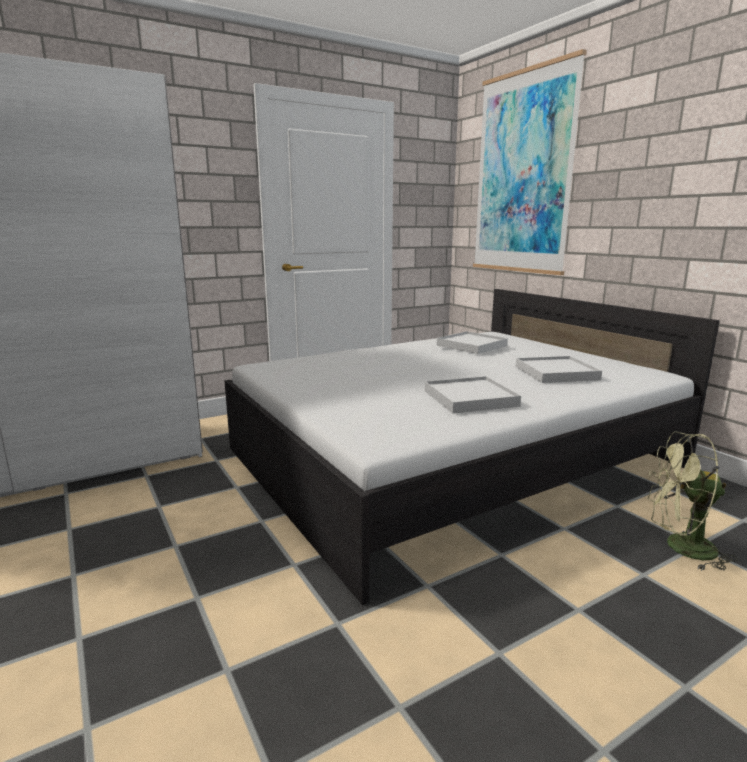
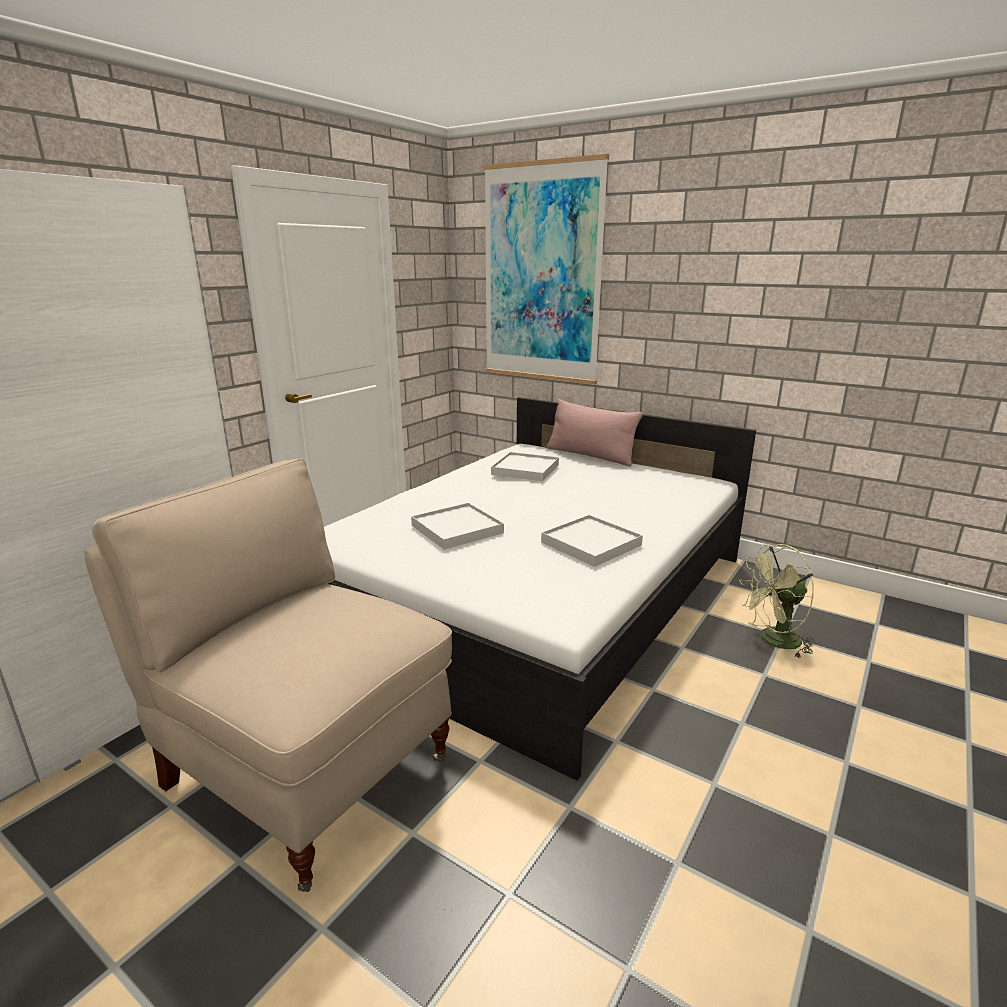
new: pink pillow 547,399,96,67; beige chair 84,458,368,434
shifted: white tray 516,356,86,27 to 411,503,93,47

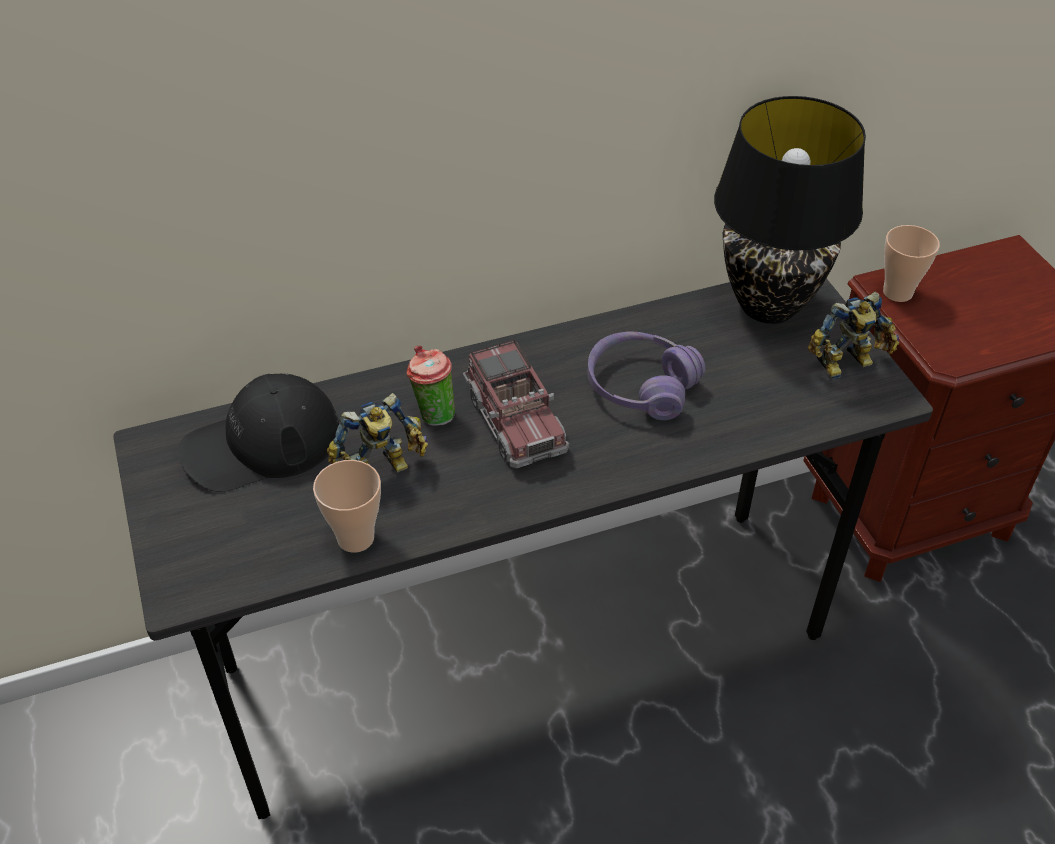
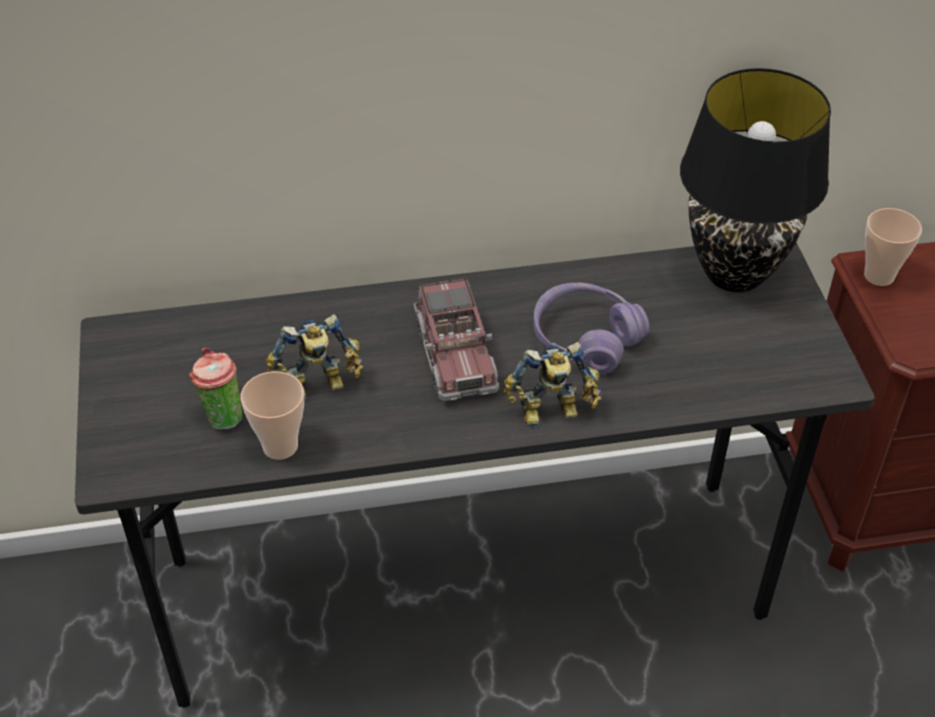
gone: black cap 178,374,161,118
shifted: toy robot 808,292,91,87 to 503,342,98,85; cup 407,345,48,81 to 189,348,53,82

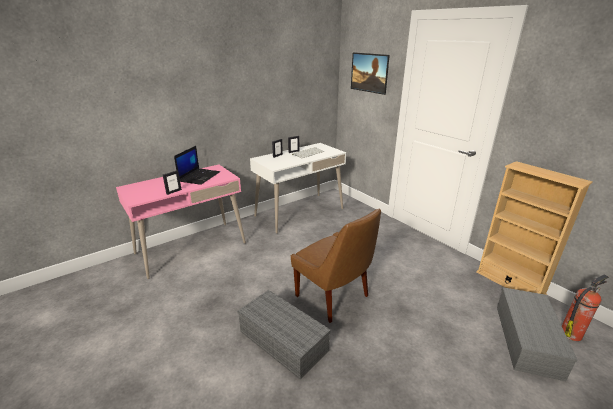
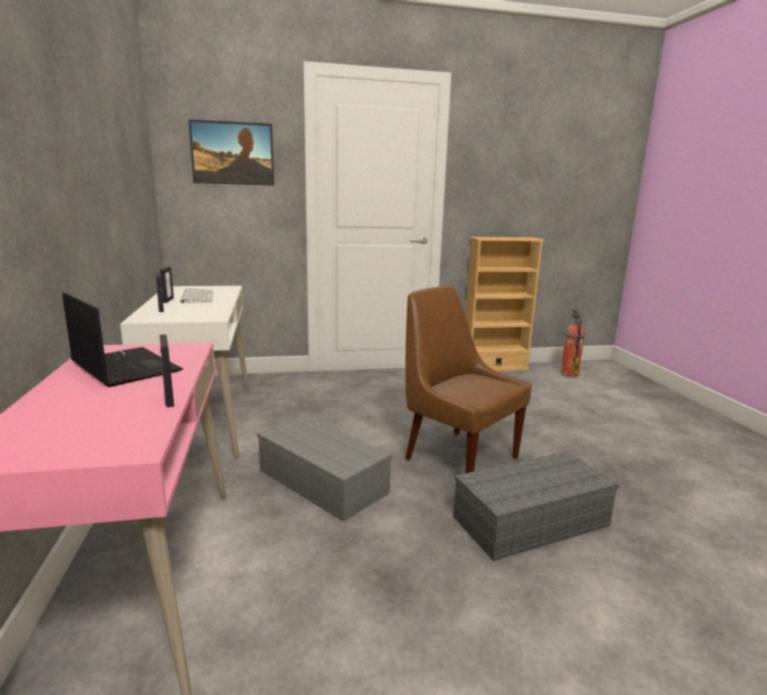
shifted: grey storage box 497,287,81,94 to 257,415,135,107
rotated: brown chair 291,208,90,115 = 405,286,127,187 120 degrees counterclockwise

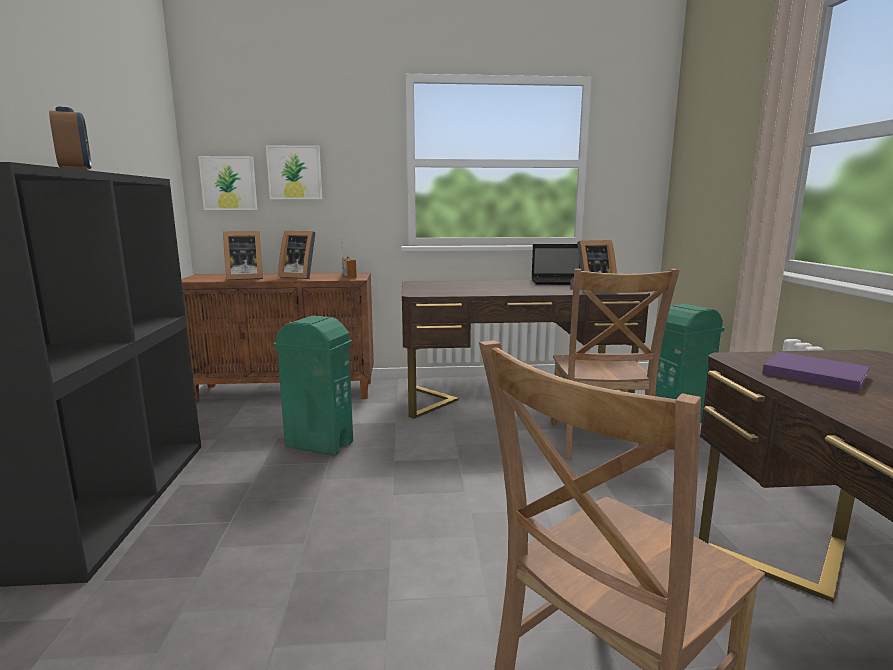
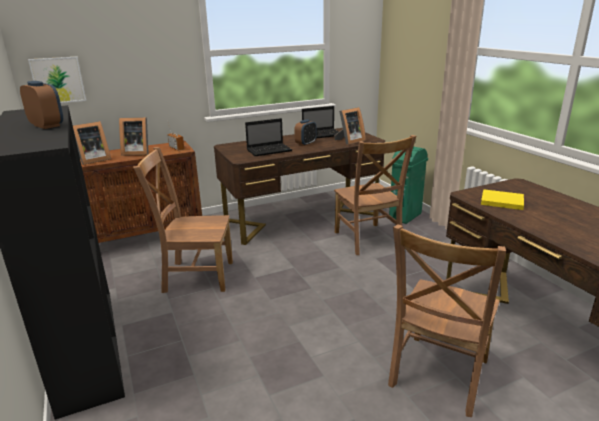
gone: picture 266,145,56,54
new: laptop 245,118,47,38; alarm clock 294,119,23,27
swapped: green trash can 273,316,80,140 to brown chair 133,147,100,146
repainted: purple book 762,352,108,40 to yellow book 481,189,43,21

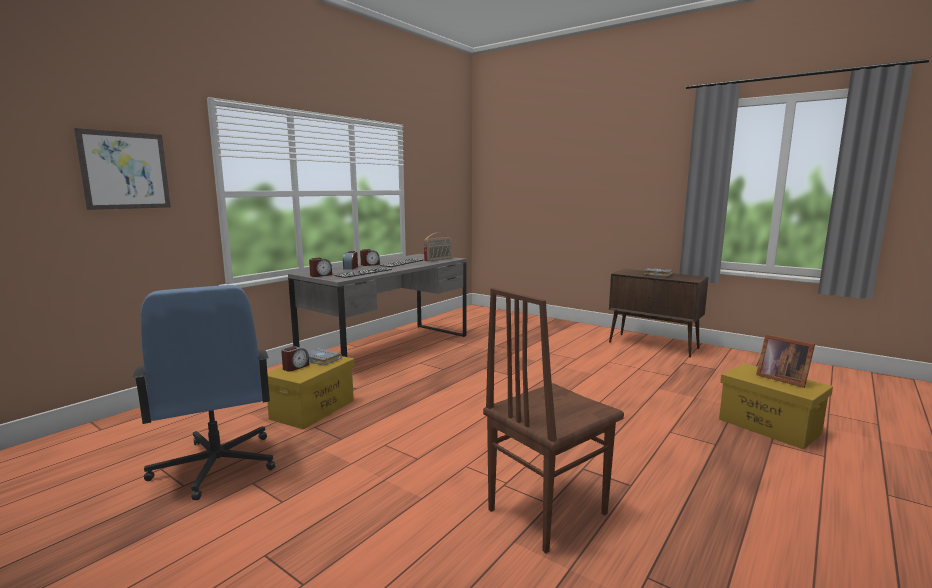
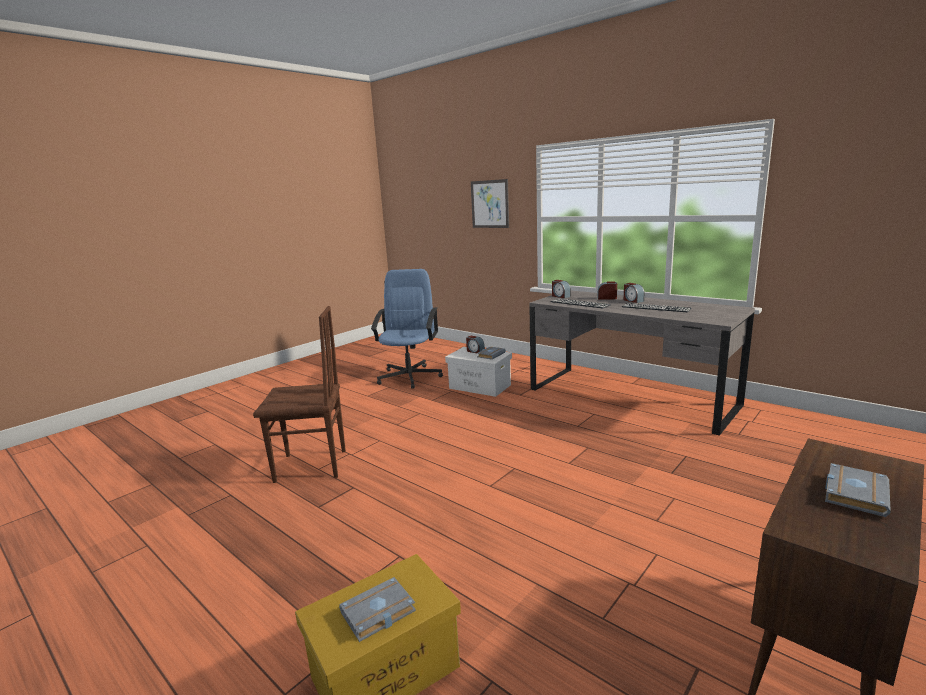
gone: radio 424,233,27,28
swapped: picture frame 756,334,59,54 to grey book 339,577,77,65
repainted: yellow storage box 267,356,88,73 to white storage box 445,347,67,50
rotated: blue office chair 133,285,142,215 = 371,269,72,120 120 degrees clockwise; brown chair 483,288,141,265 = 253,306,93,177 120 degrees clockwise

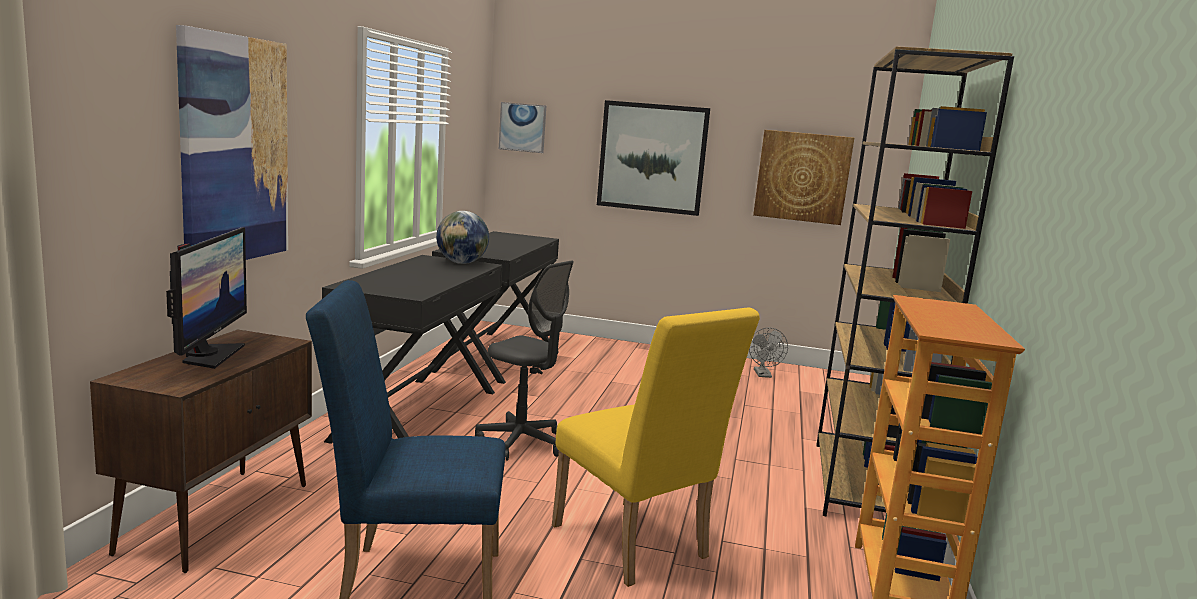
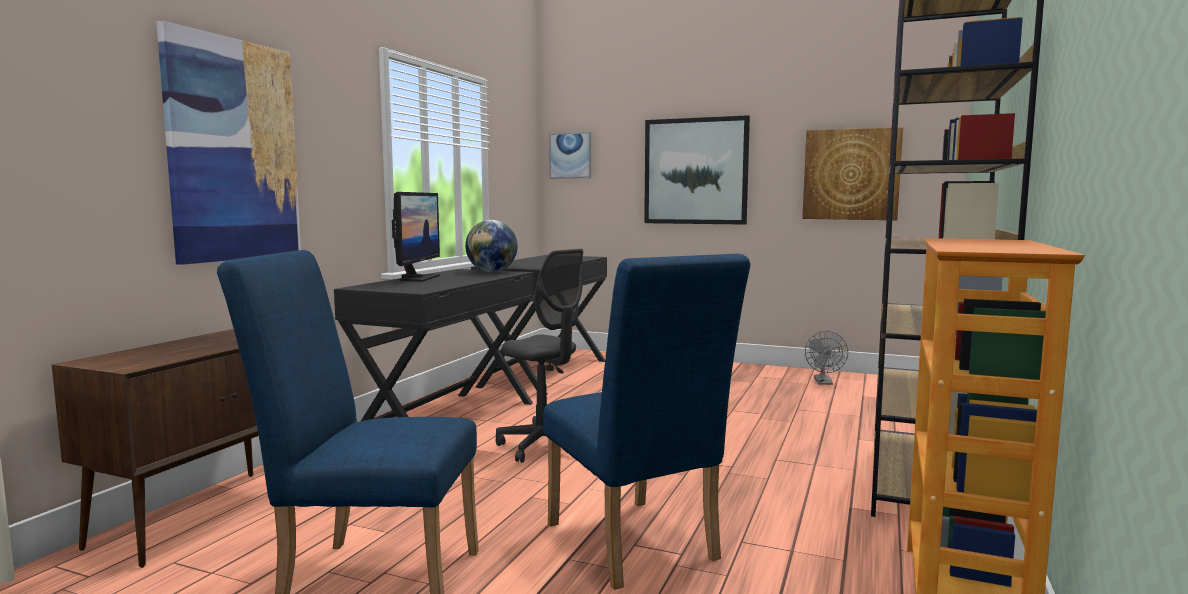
shifted: monitor 166,227,81,142 to 392,192,48,90
repainted: yellow chair 552,307,208,280 to blue chair 543,254,207,336

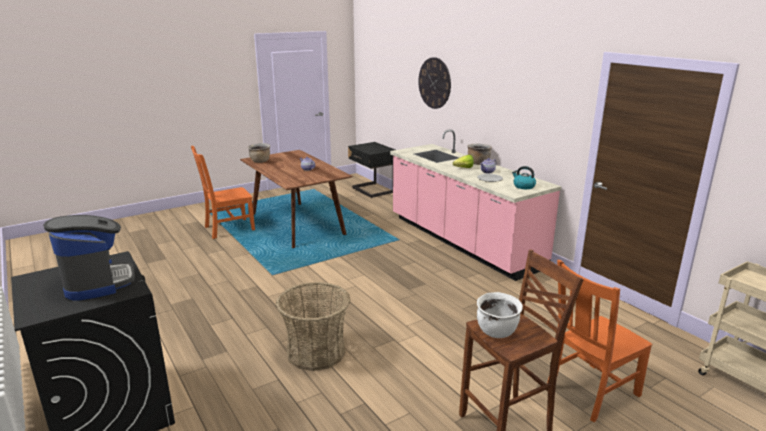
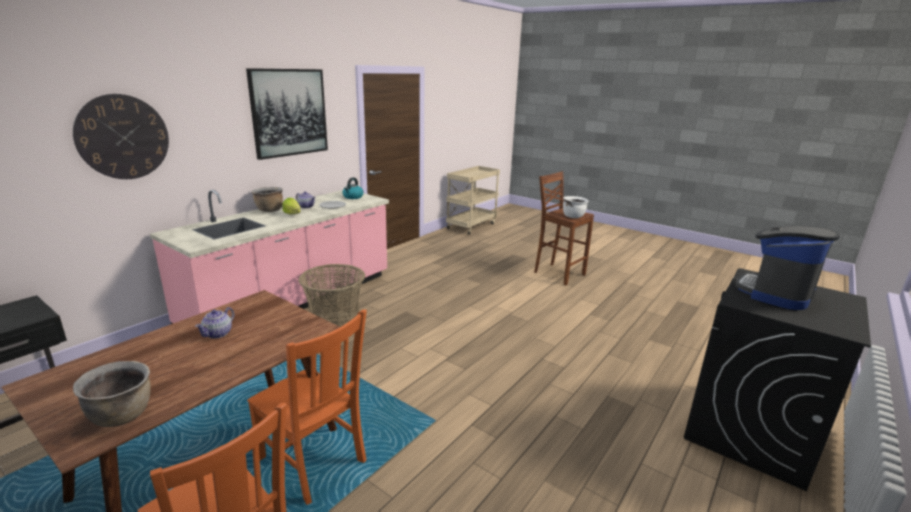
new: picture 246,68,82,92
shifted: orange chair 547,260,105,162 to 247,309,120,196; basket 276,282,75,89 to 298,264,67,63

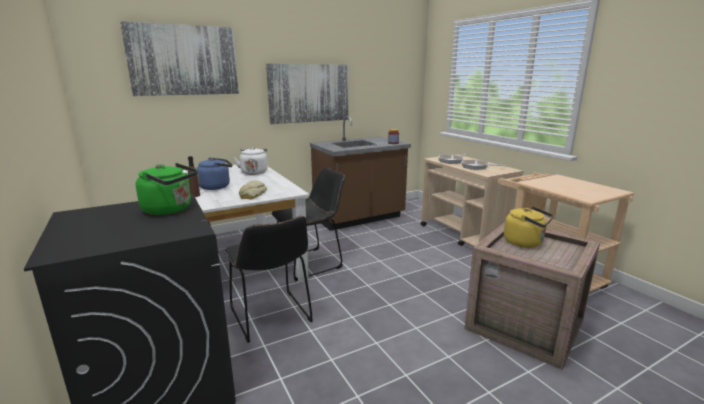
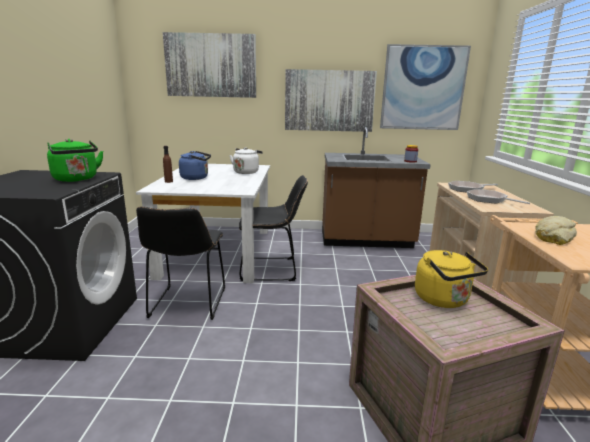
new: picture 380,44,91,86
shifted: bread 239,181,28,19 to 535,216,42,29

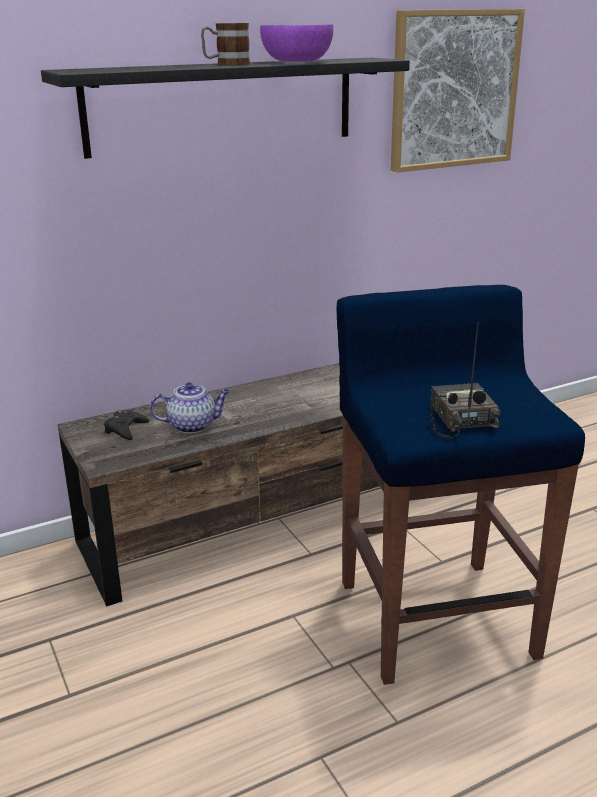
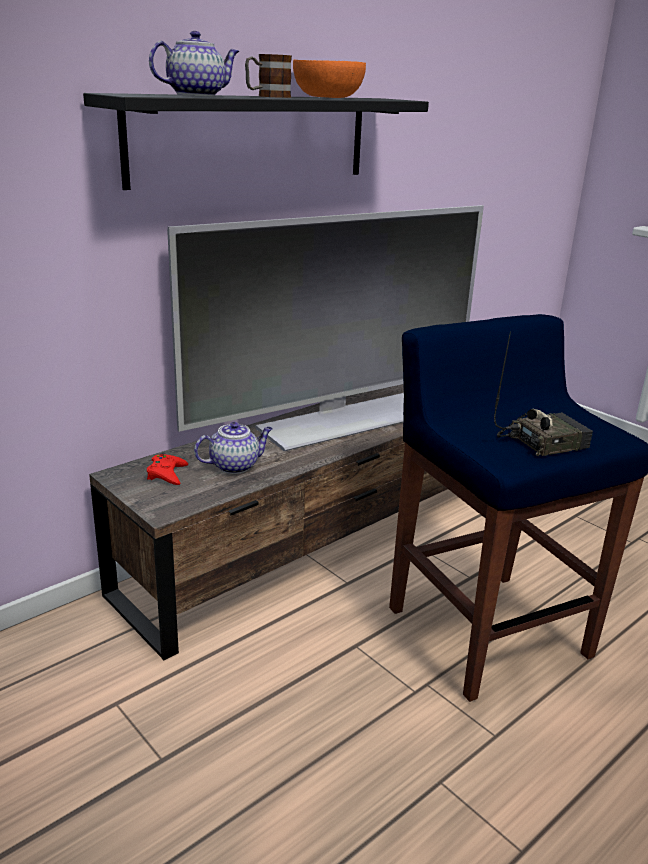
gone: picture 391,9,134,164
new: teapot 149,31,90,65; television 167,205,317,246
repainted: purple bowl 260,25,73,37 to orange bowl 293,60,73,38; black game controller 104,410,45,30 to red game controller 147,454,41,31
rotated: radio 430,322,71,116 = 494,331,99,125 90 degrees clockwise

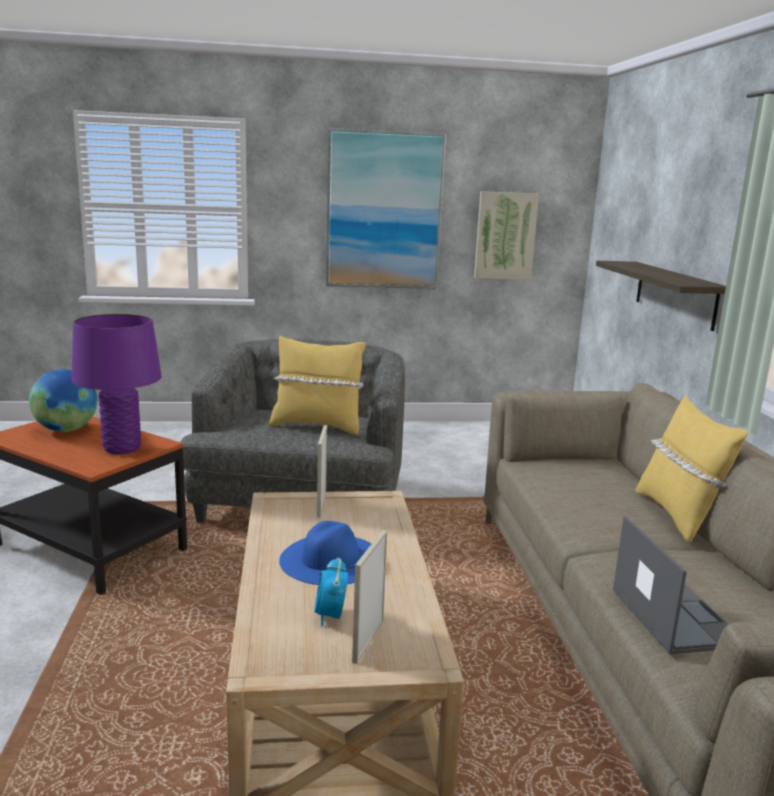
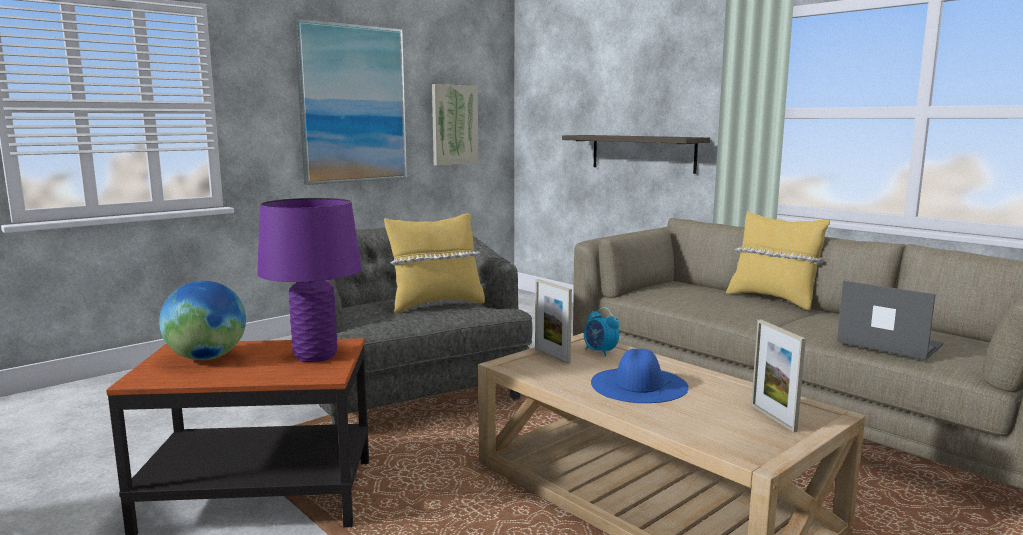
shifted: alarm clock 314,557,34,69 to 584,307,35,50

